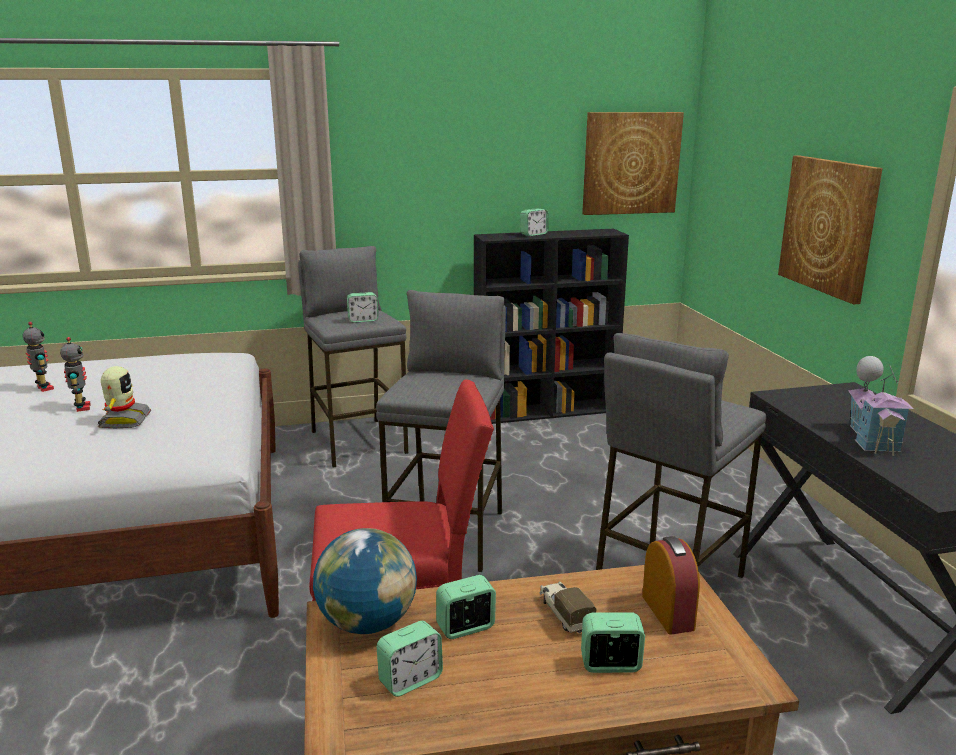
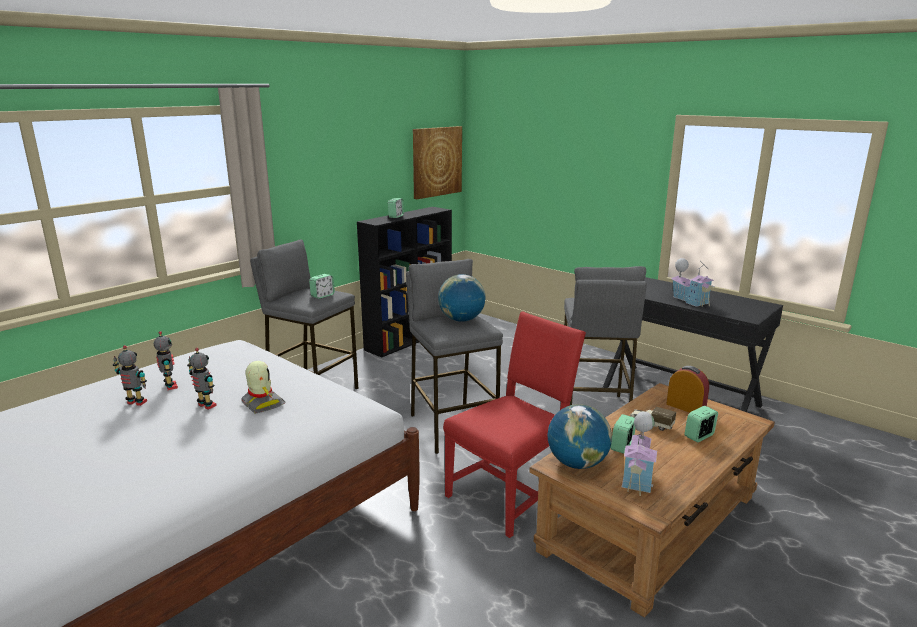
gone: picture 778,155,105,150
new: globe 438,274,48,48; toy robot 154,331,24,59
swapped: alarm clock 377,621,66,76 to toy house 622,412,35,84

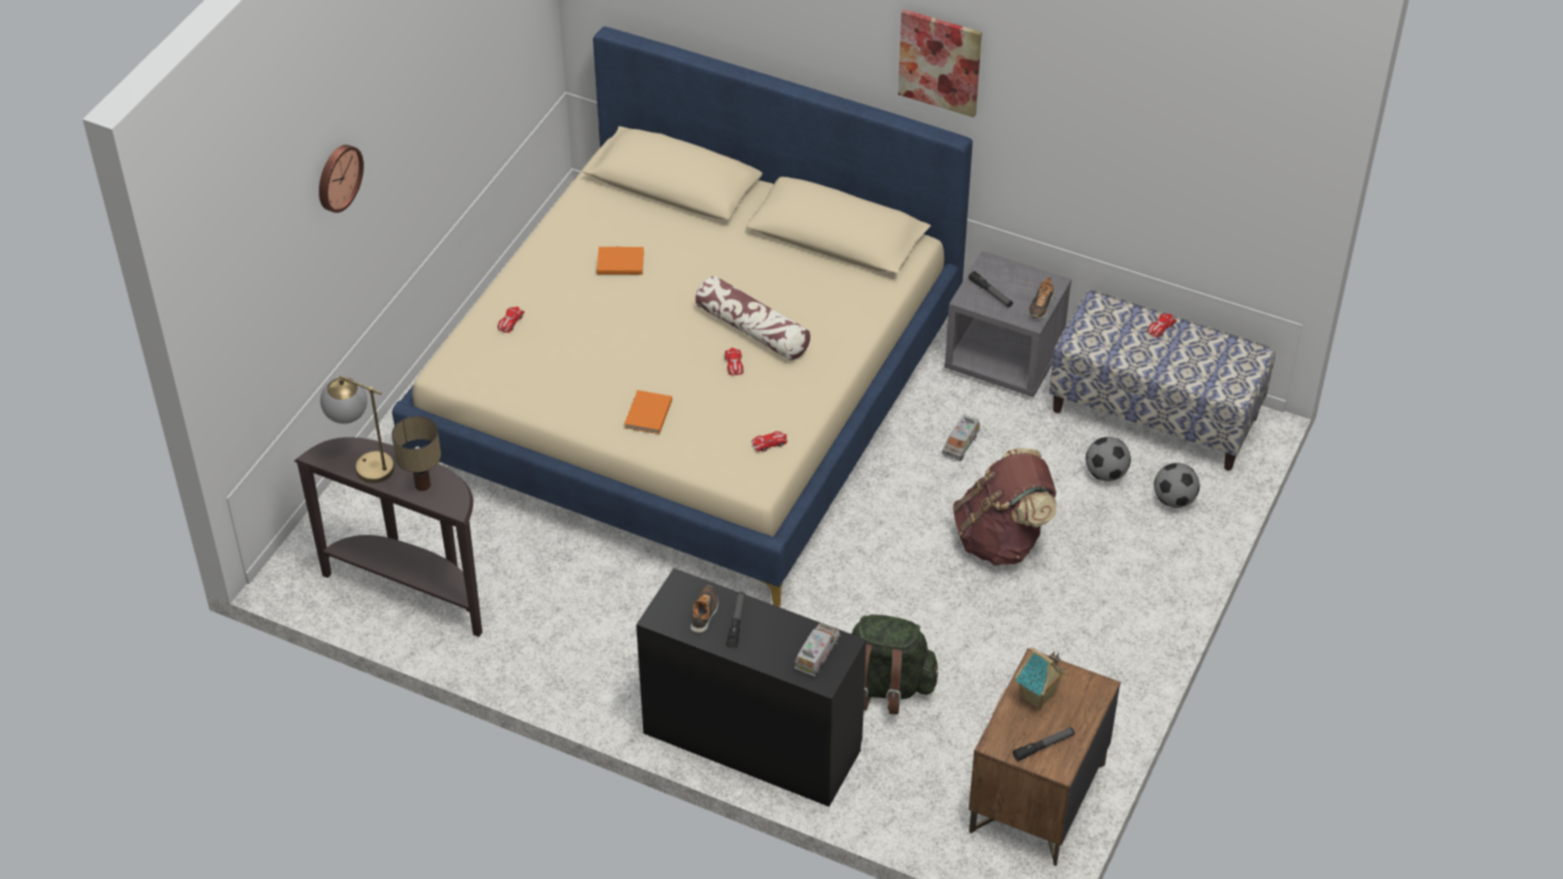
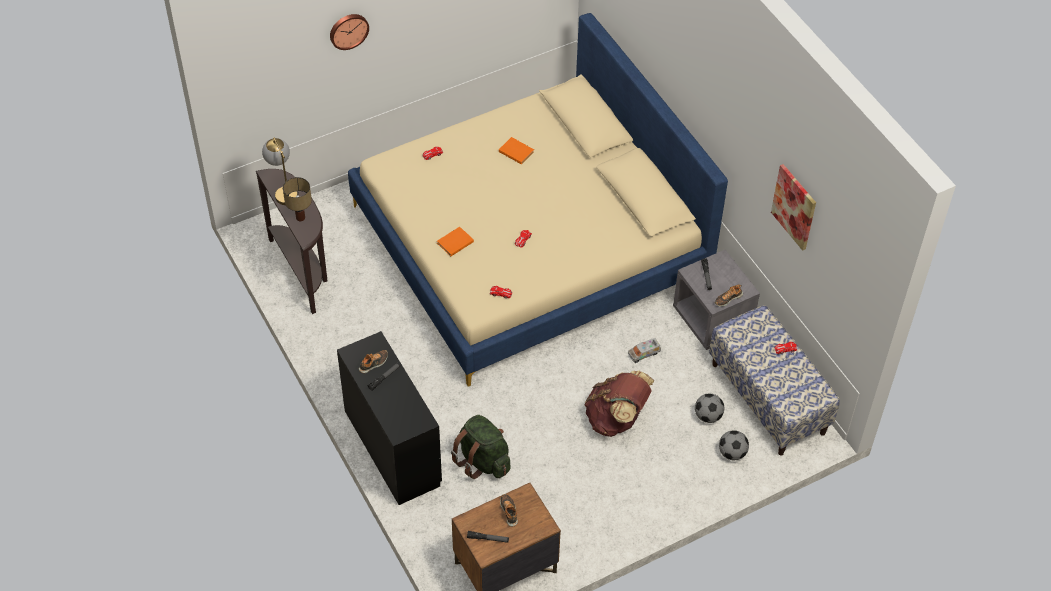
gone: pillow 695,276,115,85; toy truck 794,623,46,53
shifted: picture 898,9,84,109 to 771,164,45,87
swapped: toy house 1015,647,50,63 to shoe 500,494,18,33

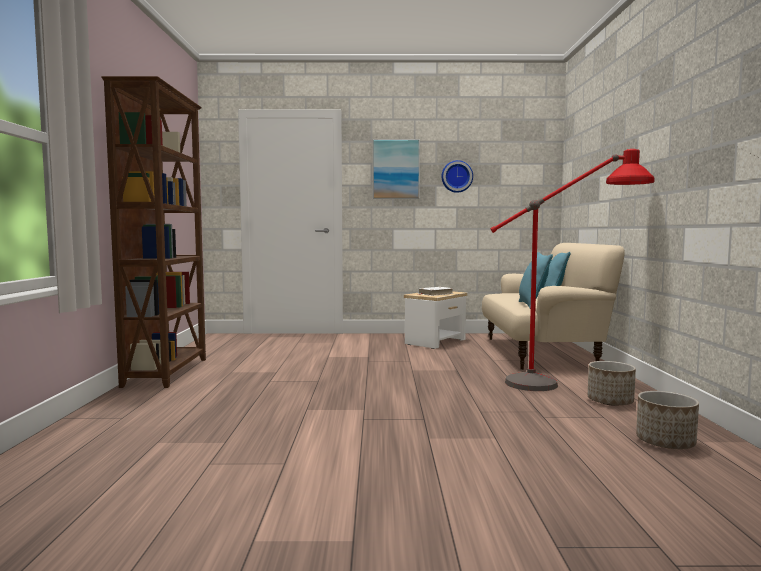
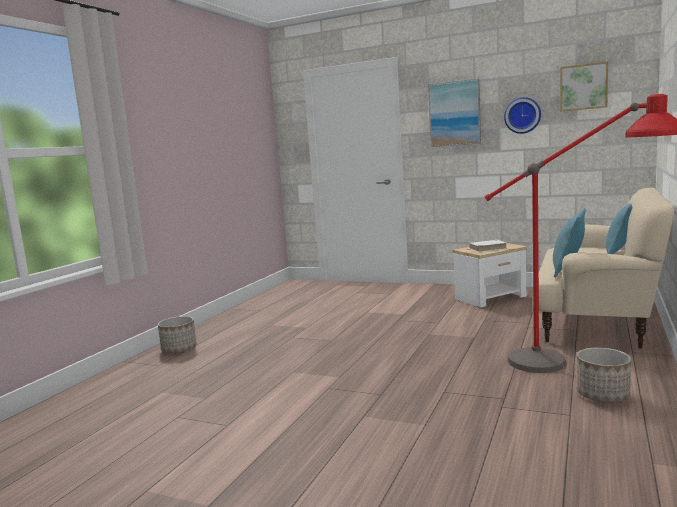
gone: brown bookcase 101,76,105,312
new: picture 560,61,48,50
shifted: planter 636,391,63,58 to 158,316,39,37

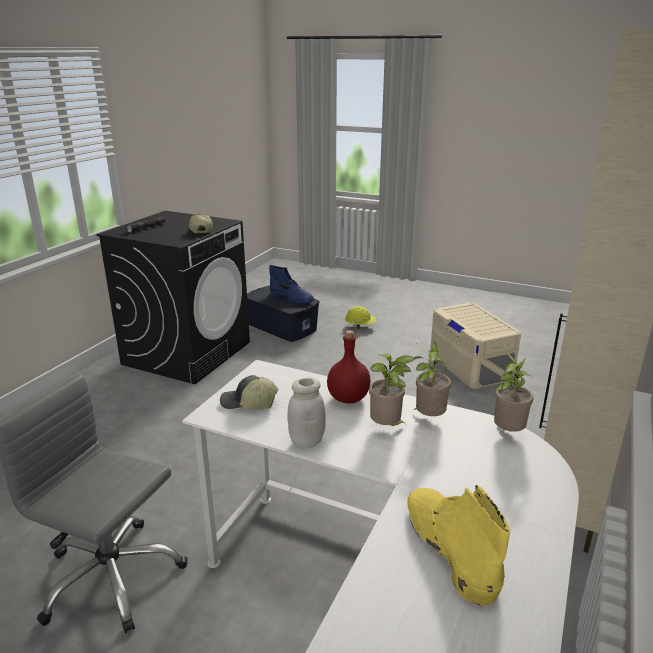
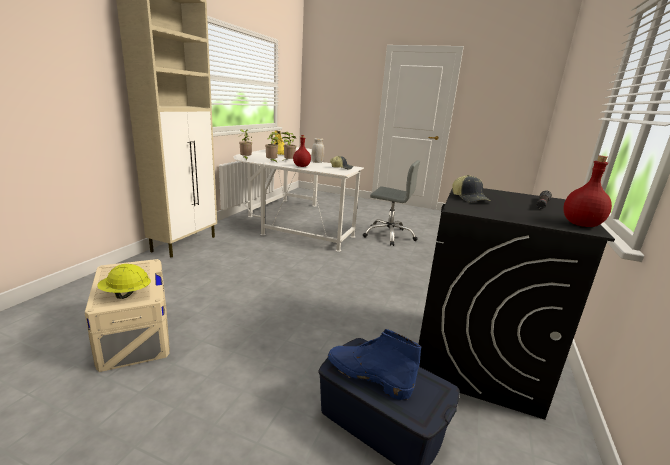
new: red bottle 563,156,49,71
shifted: yellow hard hat 345,306,32,23 to 97,264,54,35

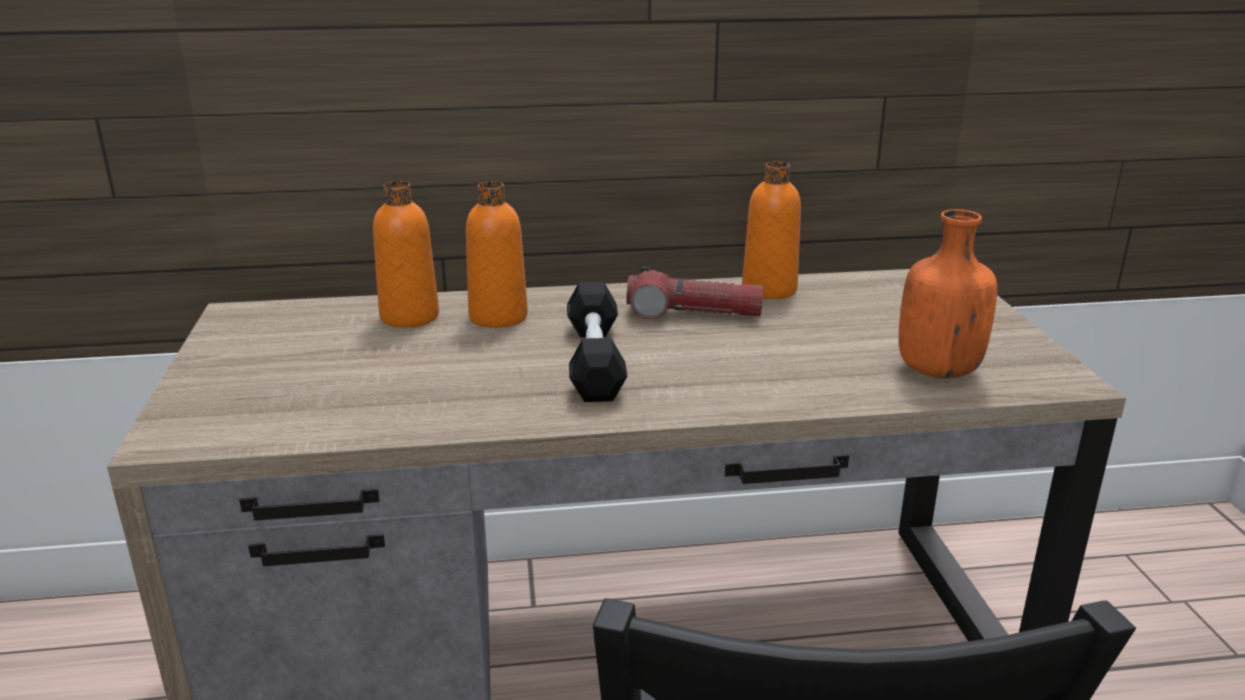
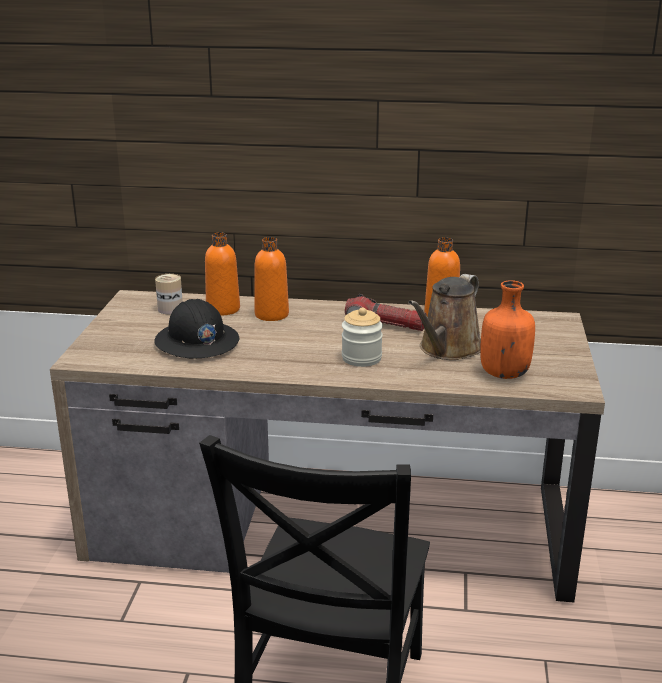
gone: black dumbbell 567,282,61,120
new: can 155,274,28,40; brown watering can 408,274,73,86; black hard hat 154,299,85,60; jar 342,308,41,59

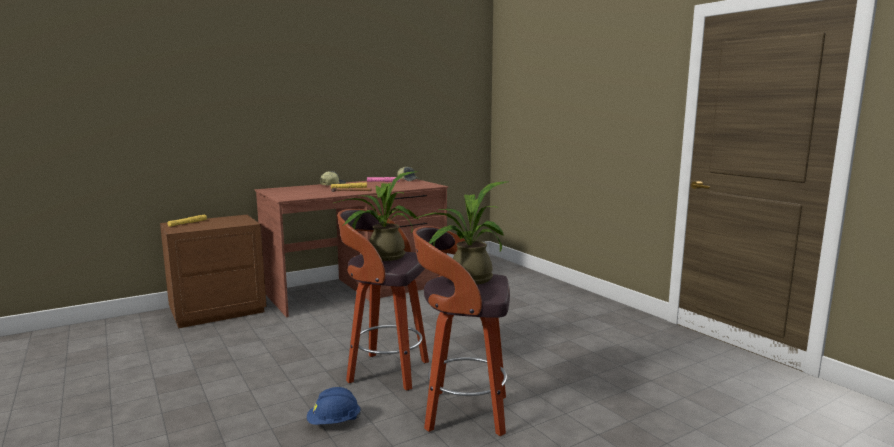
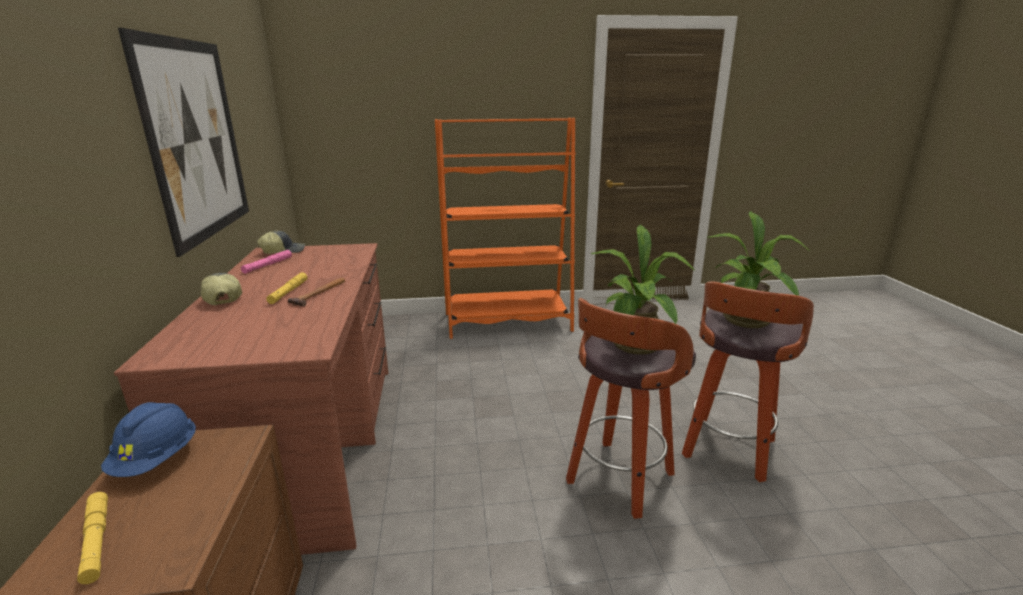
new: picture 118,28,131,229; orange bookcase 435,118,140,221
shifted: blue hard hat 307,387,54,38 to 101,402,95,75

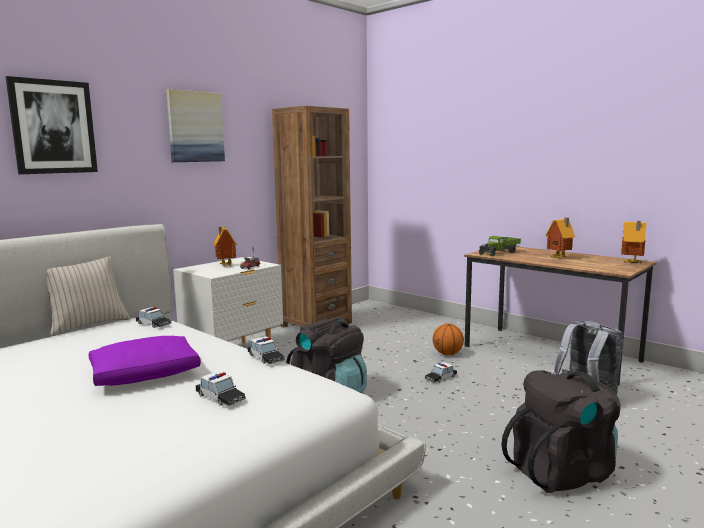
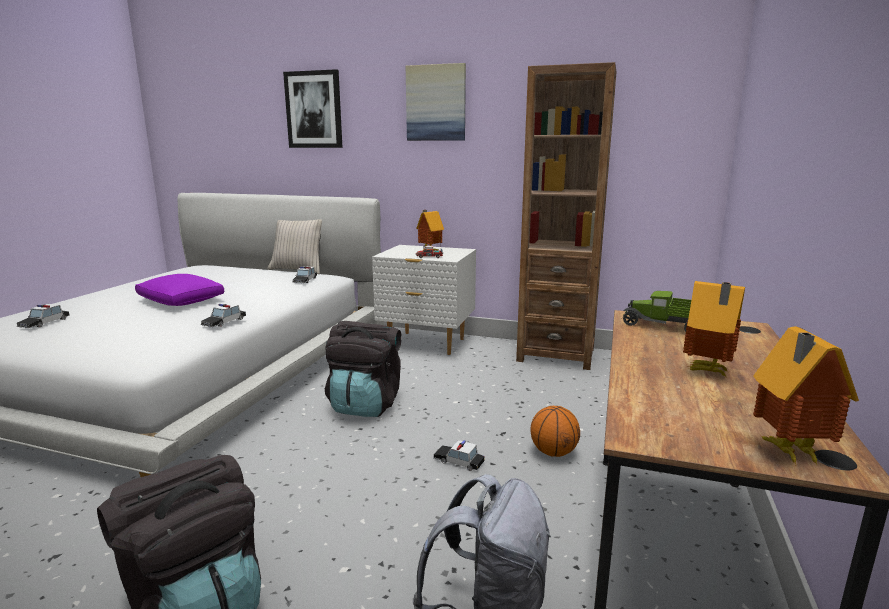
shifted: toy car 196,371,50,35 to 17,304,53,24

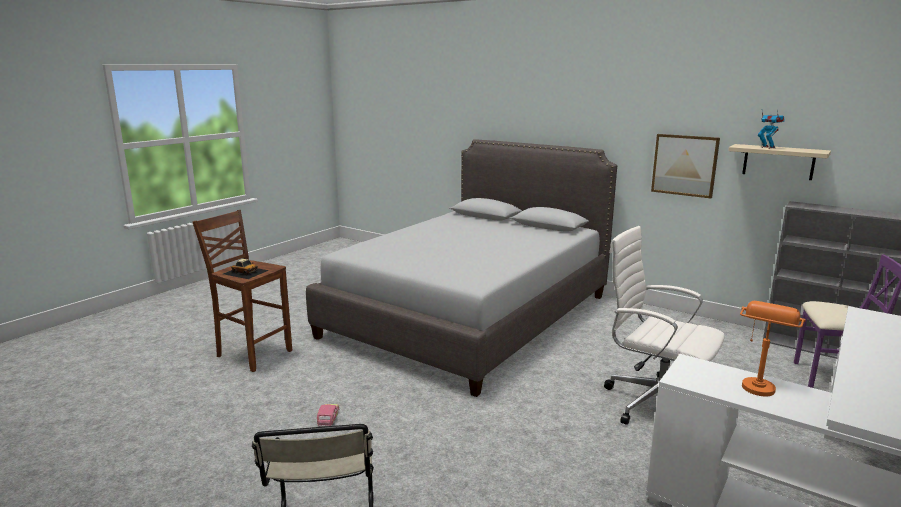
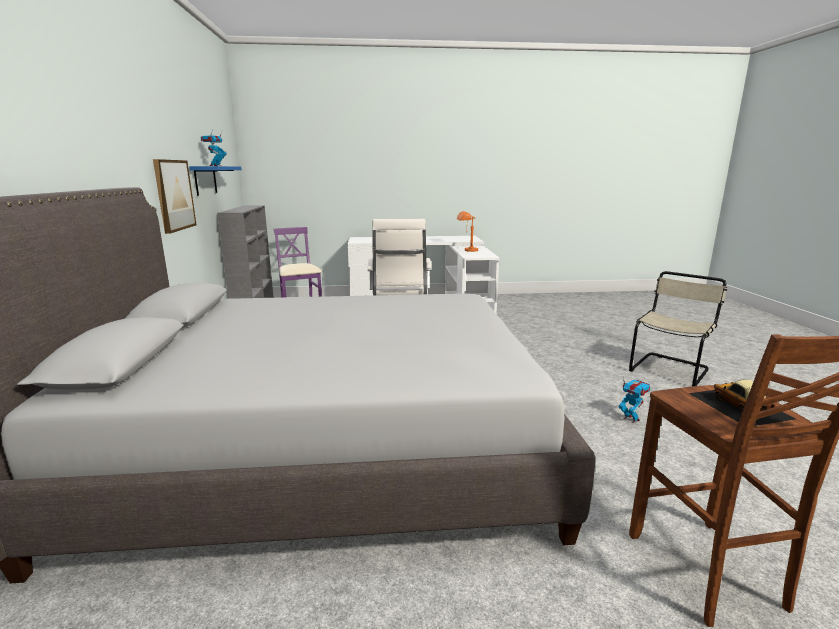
swapped: toy car 317,404,22,23 to toy robot 619,378,31,45
repainted: beige shelf 728,144,103,36 to blue shelf 189,166,53,30

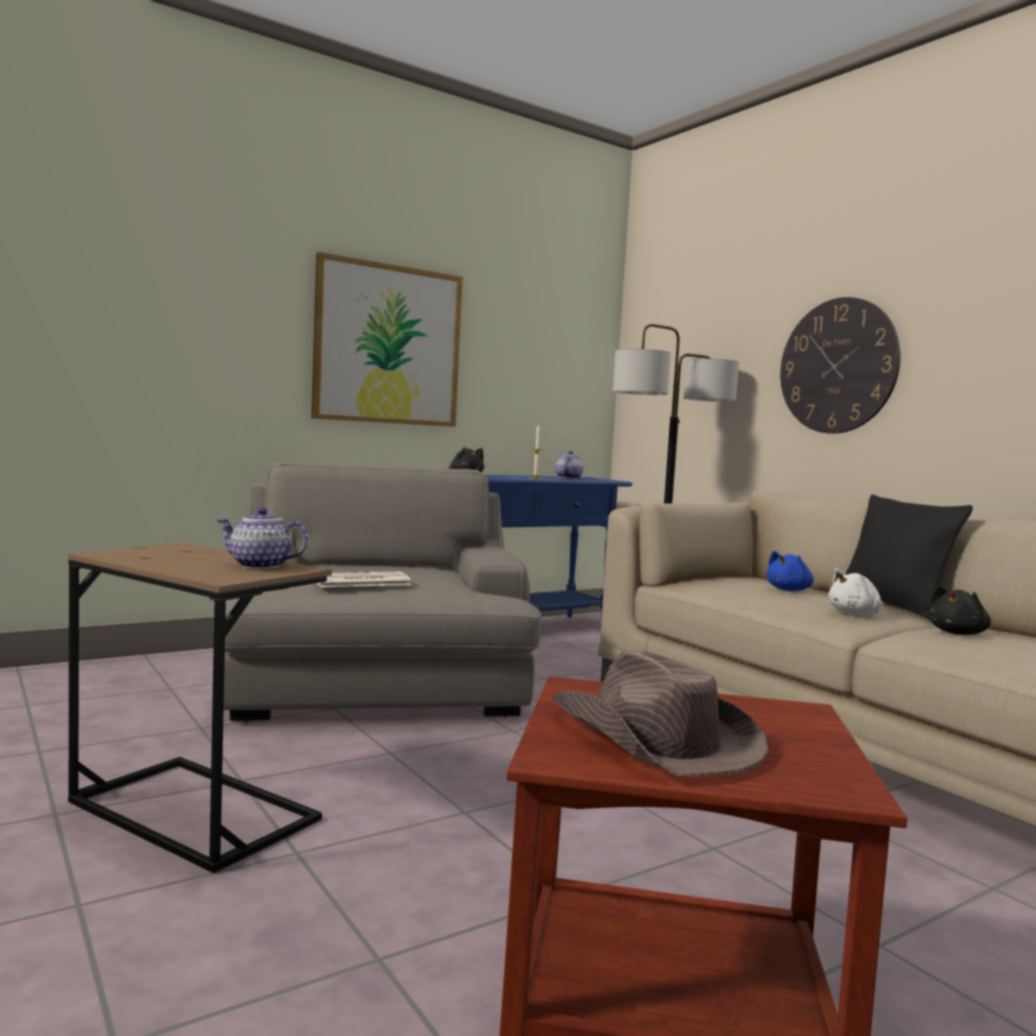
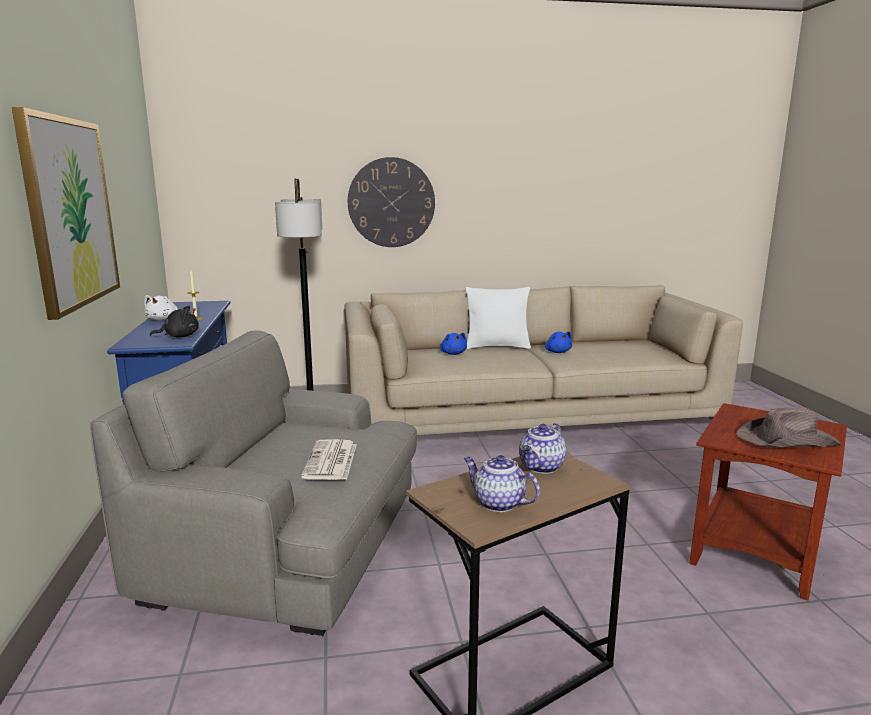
shifted: teapot 555,451,29,28 to 464,455,76,57; white plush toy 828,568,57,47 to 144,295,34,26
repainted: black pillow 845,495,128,125 to white pillow 466,287,65,62; black plush toy 929,585,62,50 to blue plush toy 545,331,27,22

